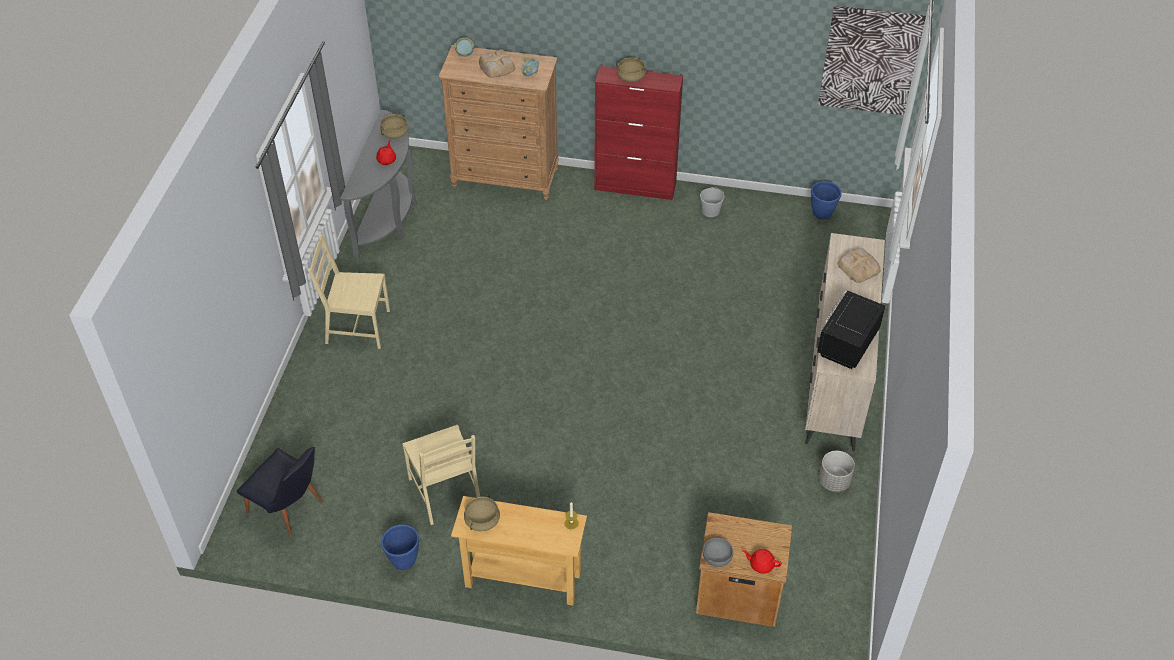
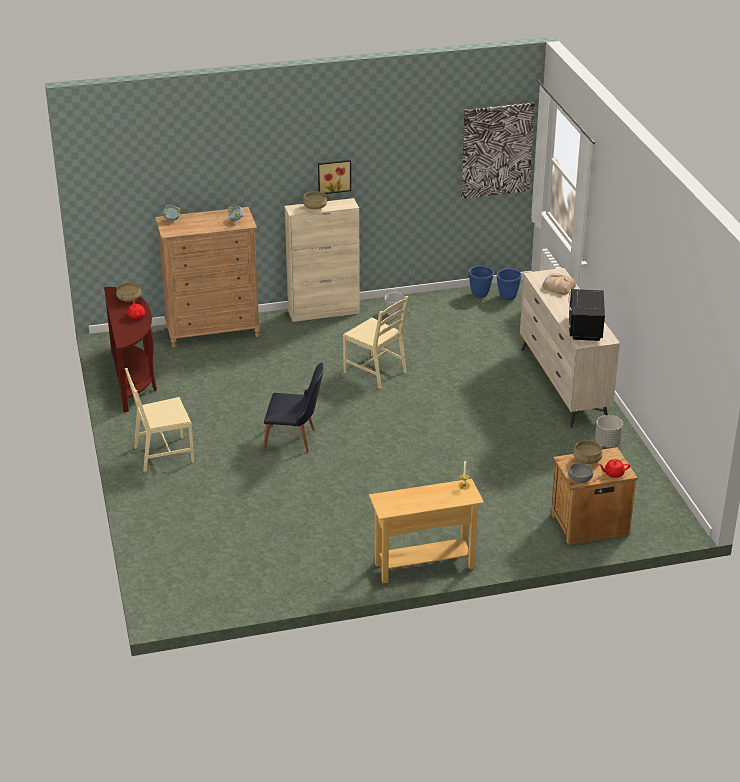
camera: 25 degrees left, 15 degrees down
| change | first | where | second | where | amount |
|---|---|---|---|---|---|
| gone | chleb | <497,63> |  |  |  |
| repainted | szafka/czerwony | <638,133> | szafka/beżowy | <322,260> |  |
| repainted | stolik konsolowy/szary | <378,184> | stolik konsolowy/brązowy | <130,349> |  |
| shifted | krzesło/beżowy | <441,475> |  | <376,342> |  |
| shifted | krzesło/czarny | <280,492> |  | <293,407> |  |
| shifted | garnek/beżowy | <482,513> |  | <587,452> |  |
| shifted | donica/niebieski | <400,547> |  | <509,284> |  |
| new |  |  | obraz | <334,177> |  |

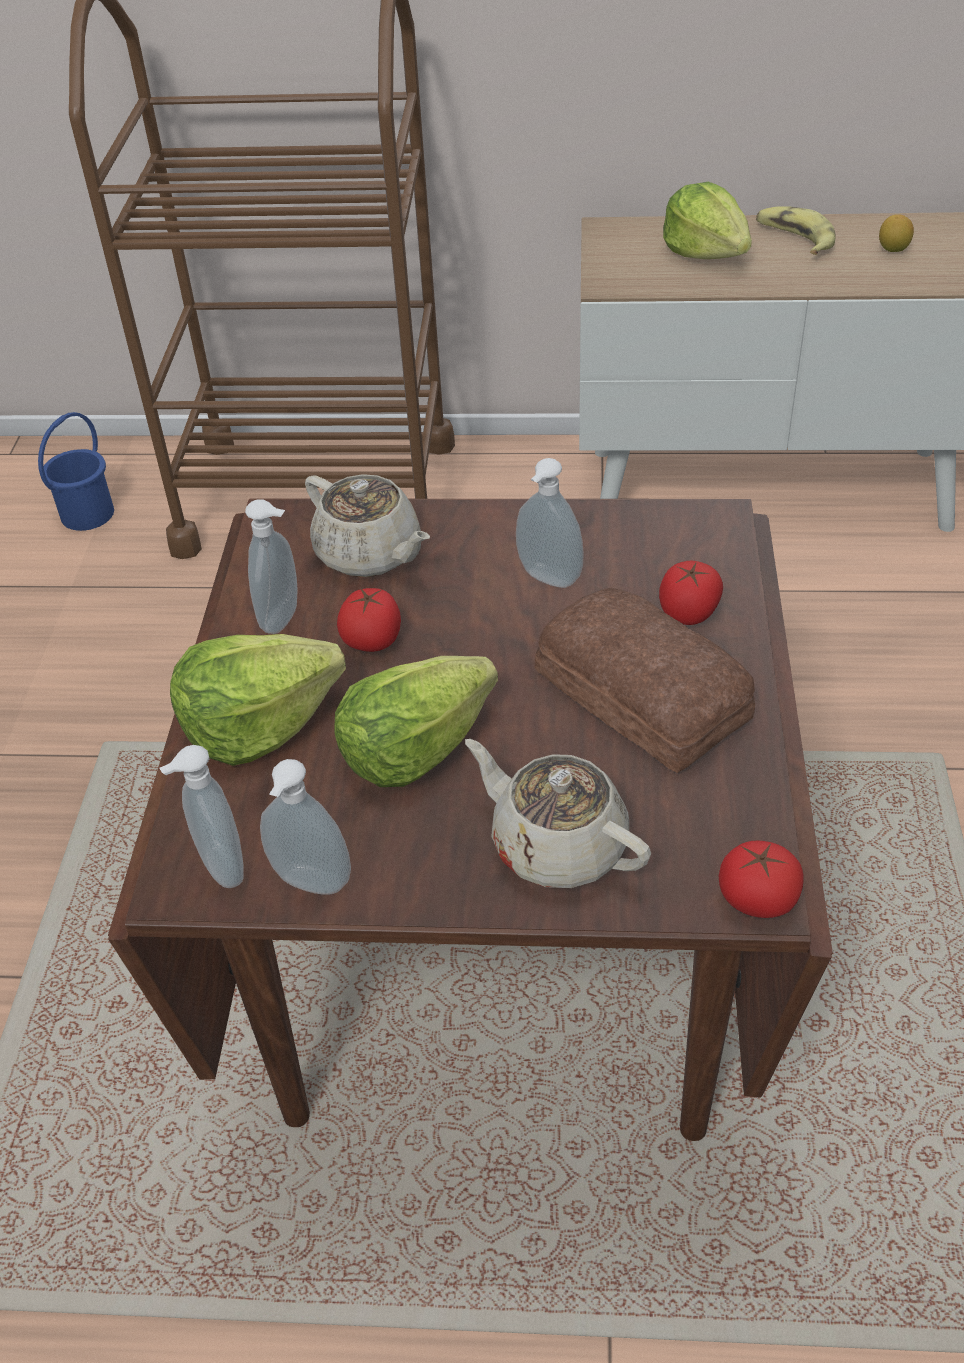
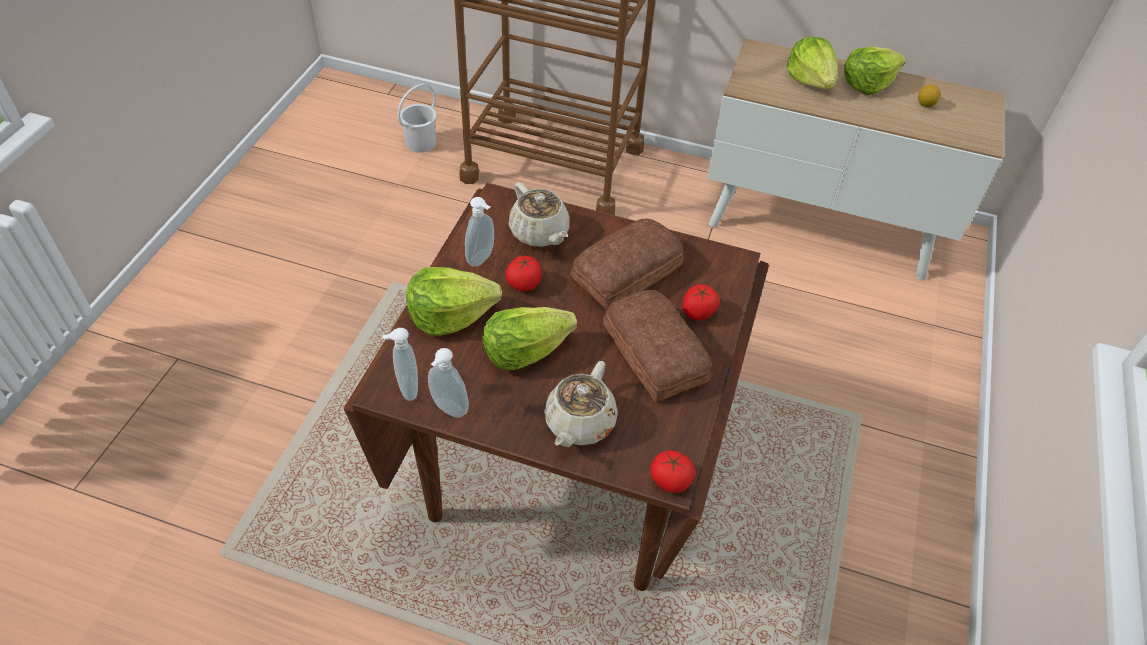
camera: 10 degrees right, 5 degrees up
| change | first | where | second | where | amount |
|---|---|---|---|---|---|
| swapped | banan | <796,230> | sałata | <875,71> |  |
| repainted | wiadro/niebieski | <76,471> | wiadro/biały | <417,118> |  |
| swapped | dozownik mydła | <550,523> | chleb | <627,264> |  |
| rotated | imbryk/beżowy | <558,813> |  | <581,404> | 120 degrees counterclockwise |

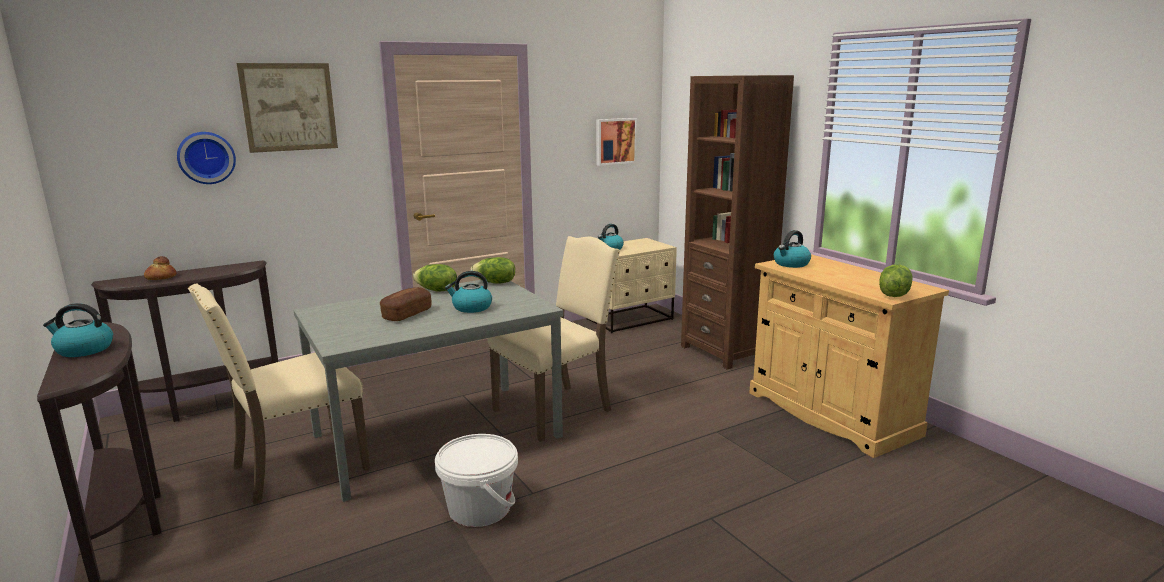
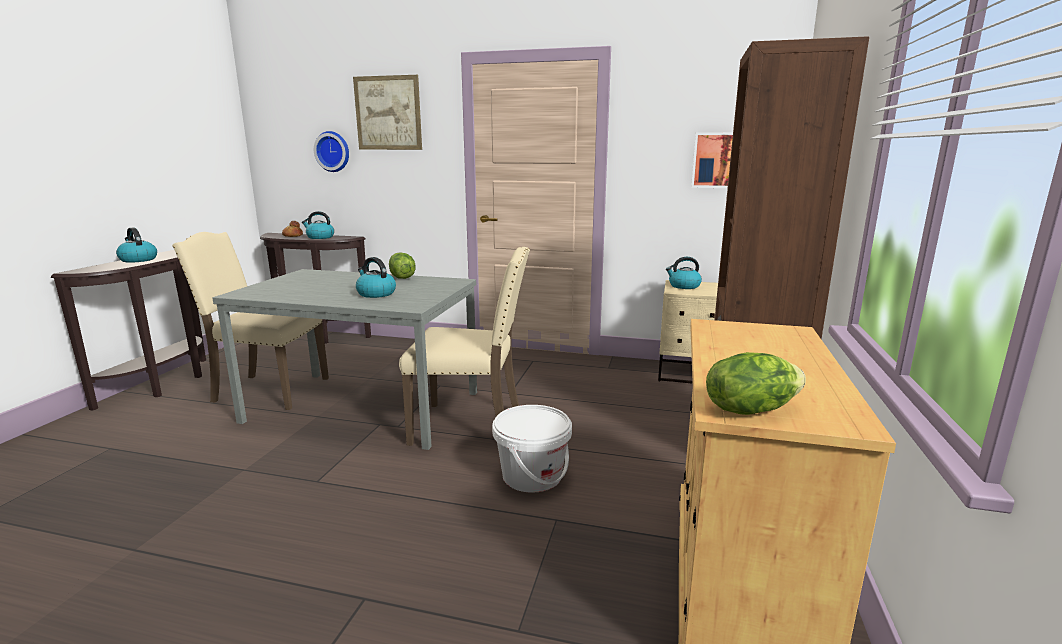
camera: 45 degrees right, 0 degrees up
| change | first | where | second | where | amount |
|---|---|---|---|---|---|
| shifted | czajnik | <792,249> |  | <318,225> |  |
| gone | sałata | <493,270> |  |  |  |
| gone | chleb | <406,304> |  |  |  |
| shifted | wiadro/biały | <476,480> |  | <532,449> |  |

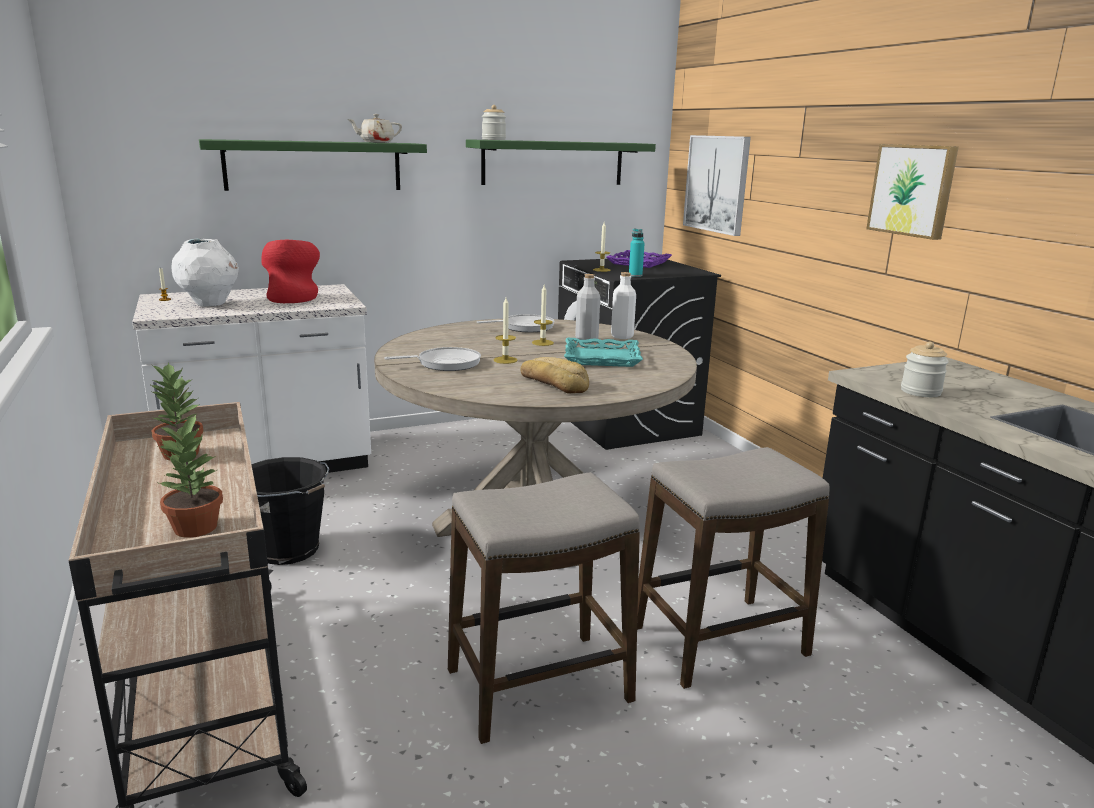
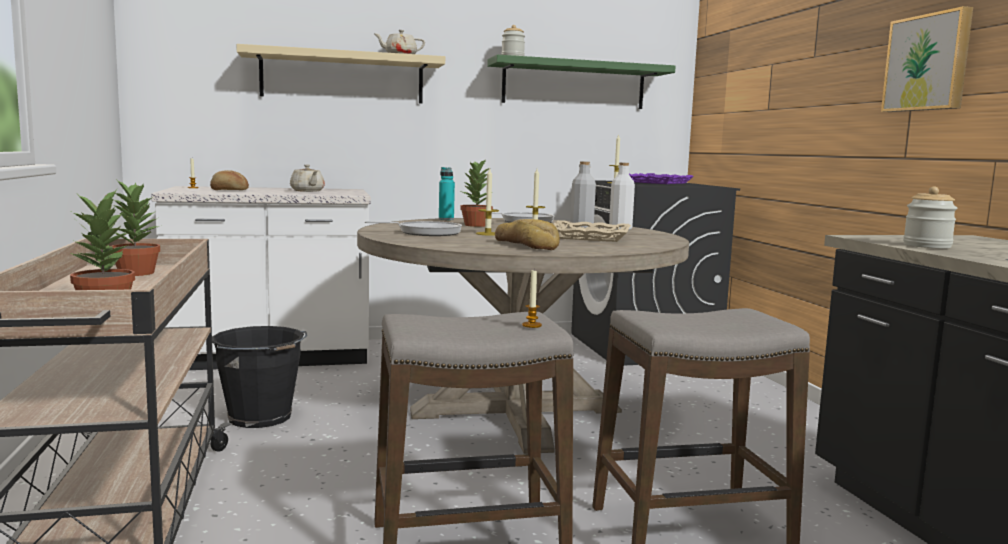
camera: 10 degrees right, 10 degrees down
| change | first | where | second | where | amount |
|---|---|---|---|---|---|
| gone | obraz | <717,185> |  |  |  |
| repainted | półka/zielony | <313,165> | półka/beżowy | <340,73> |  |
| shifted | butelka/turkusowy | <637,252> |  | <447,193> |  |
| swapped | wazon/biały | <205,272> | chleb | <229,180> |  |
| swapped | wazon/czerwony | <290,271> | imbryk/beżowy | <307,178> |  |
| repainted | taca/turkusowy | <603,352> | taca/beżowy | <592,231> |  |
| new |  |  | roślina doniczkowa | <476,193> |  |
| new |  |  | świeca | <532,299> |  |

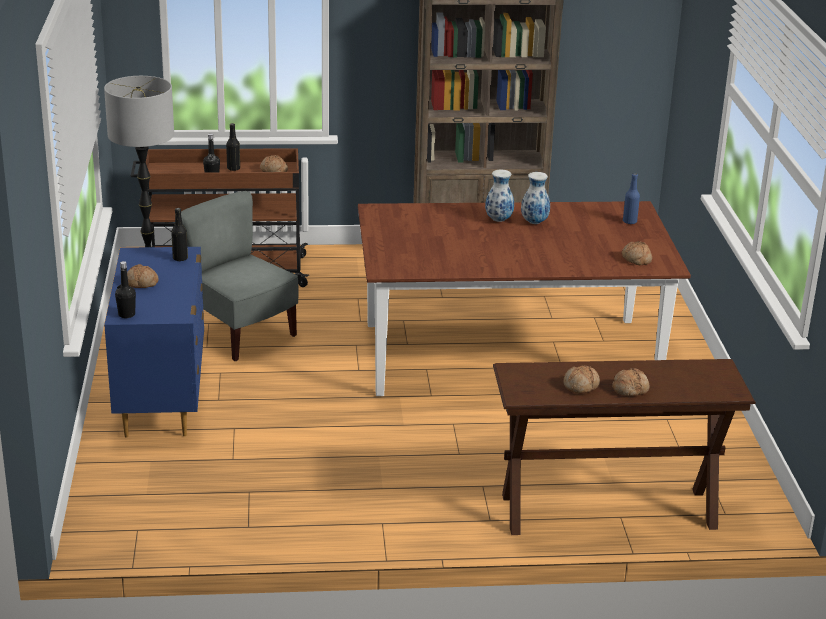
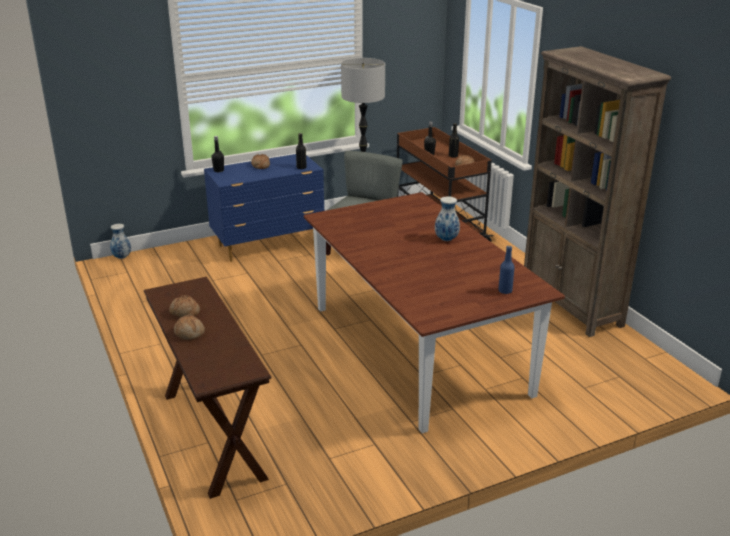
camera: 70 degrees right, 0 degrees up
| change | first | where | second | where | amount |
|---|---|---|---|---|---|
| shifted | wazon | <535,198> |  | <120,241> |  |
| gone | chleb | <637,253> |  |  |  |

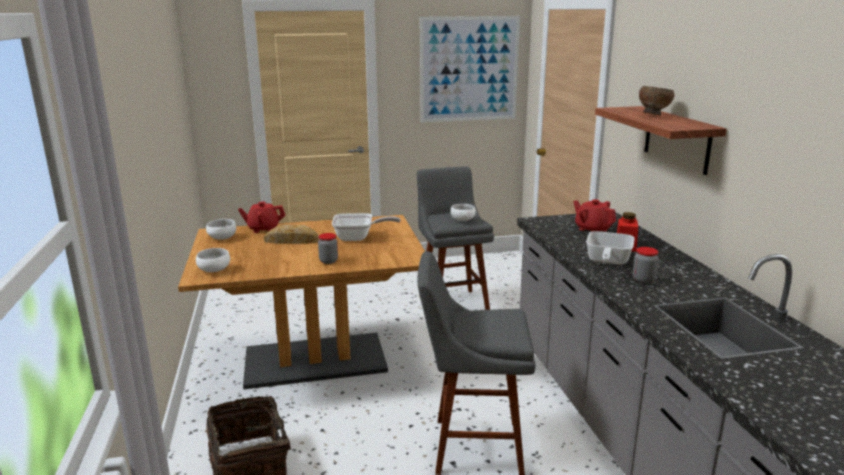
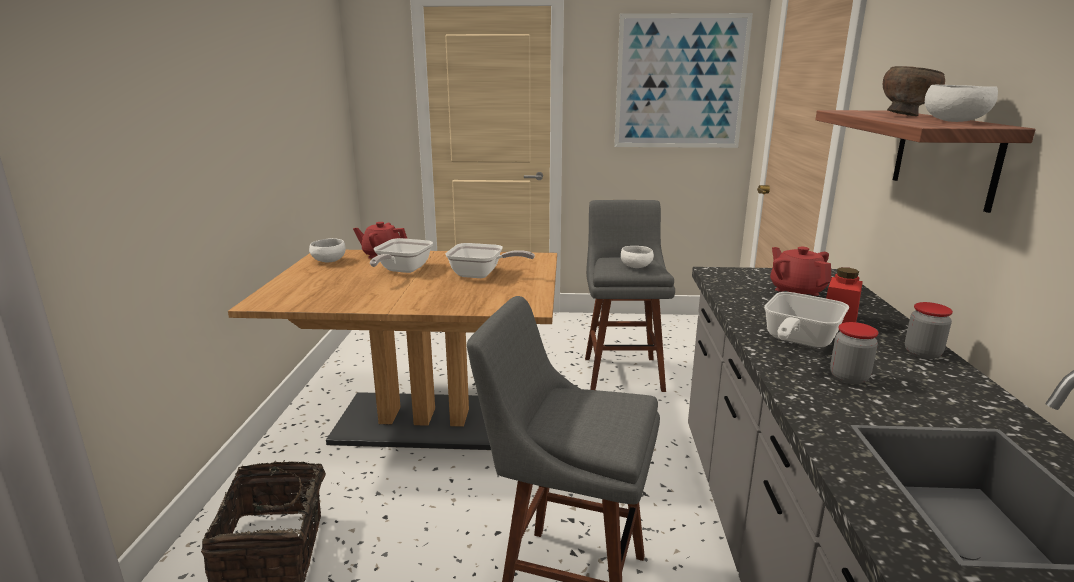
camera: 15 degrees right, 0 degrees up
| change | first | where | second | where | amount |
|---|---|---|---|---|---|
| swapped | chleb | <291,234> | patelnia | <401,255> |  |
| shifted | słoik | <328,248> |  | <929,330> |  |
| shifted | miska/biały | <213,260> |  | <961,103> |  |

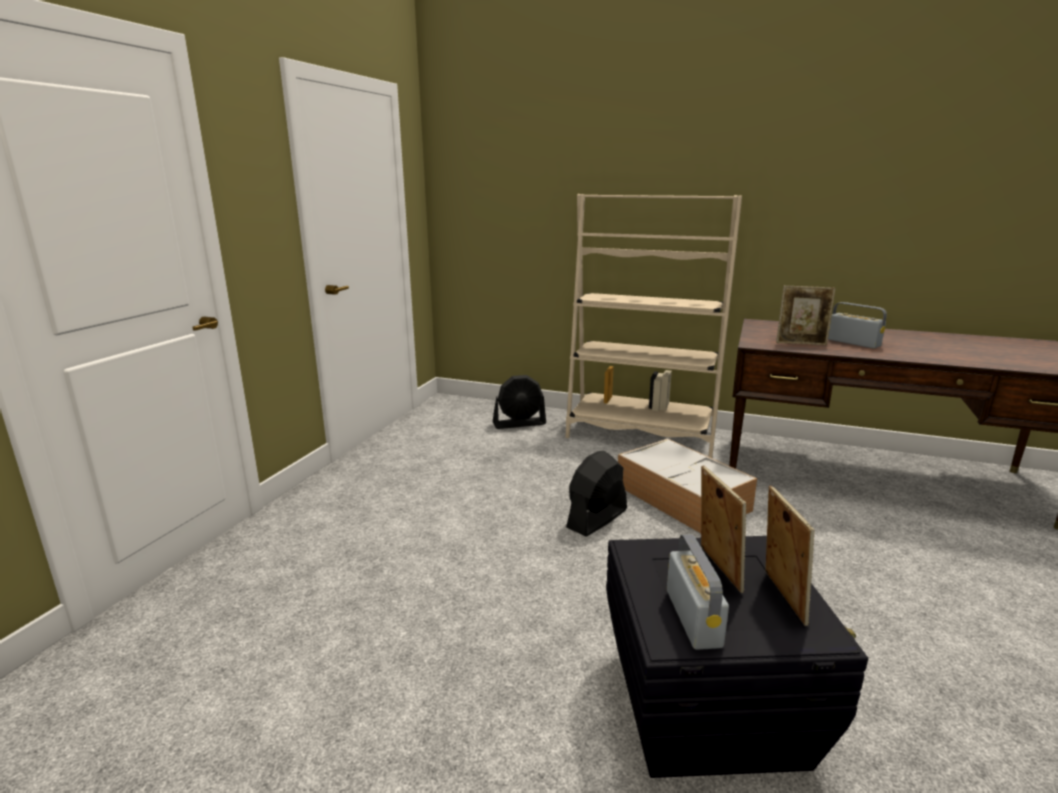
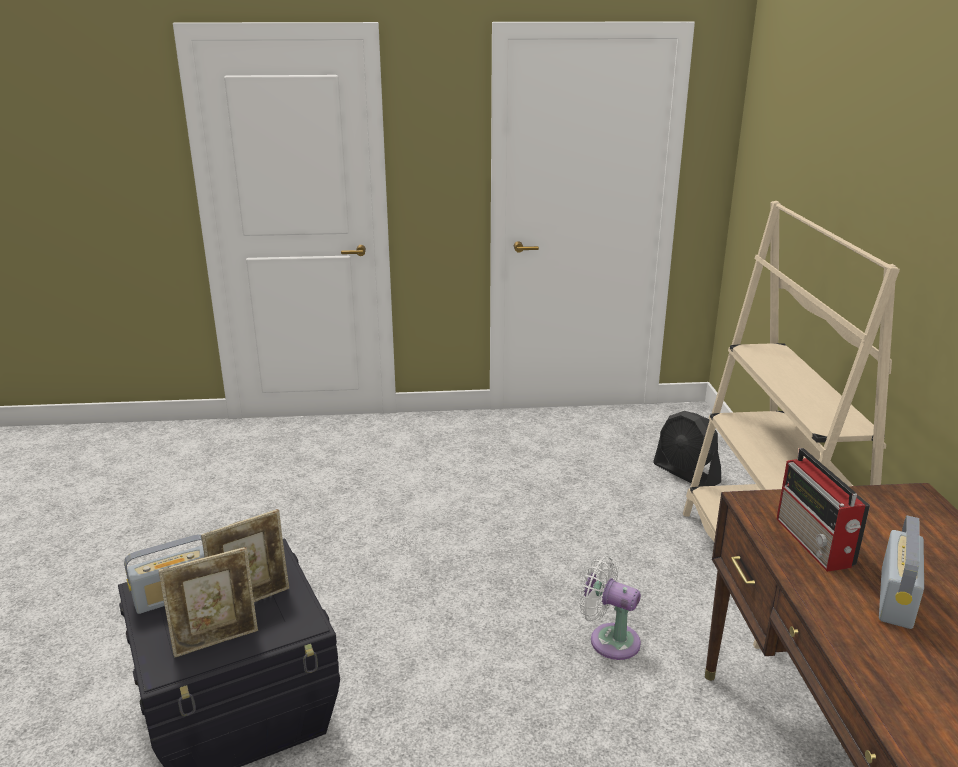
camera: 65 degrees right, 5 degrees up
| change | first | where | second | where | amount |
|---|---|---|---|---|---|
| swapped | ramka na zdjęcie | <806,315> | radio | <823,510> |  |
| swapped | pojemnik do przechowywania | <687,485> | wentylator/biały | <610,607> |  |
| gone | wentylator/czarny | <596,493> |  |  |  |

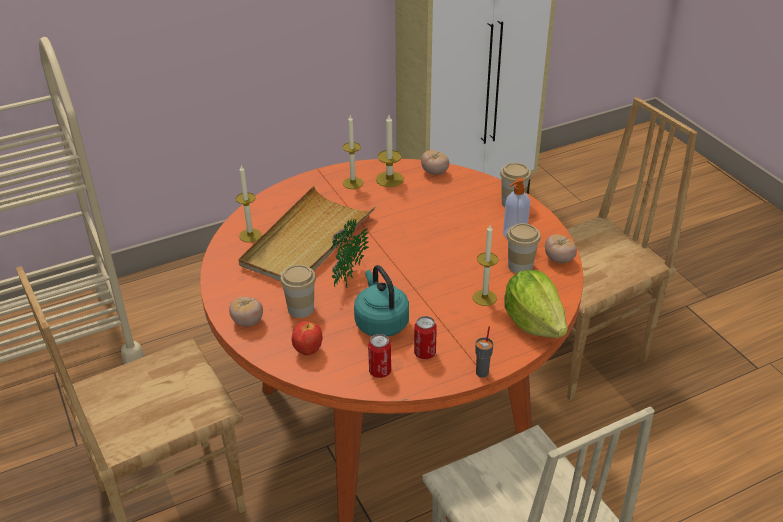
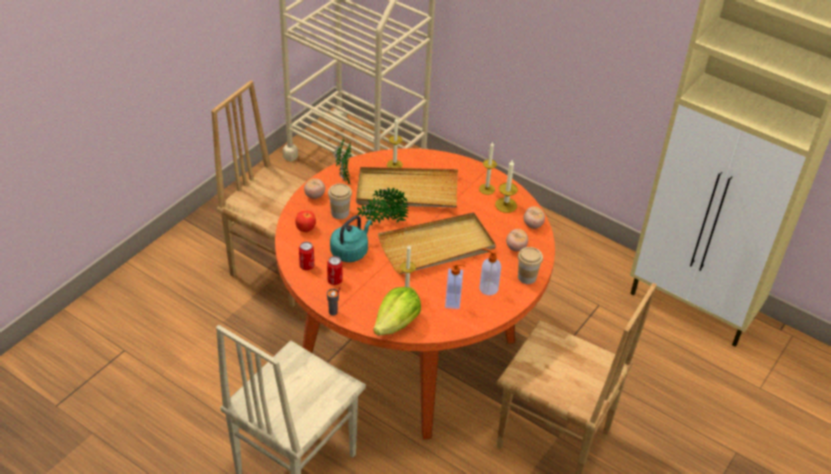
camera: 60 degrees right, 5 degrees up
| change | first | where | second | where | amount |
|---|---|---|---|---|---|
| swapped | filiżanka | <524,248> | dozownik mydła | <455,285> |  |
| shifted | pomidor | <561,248> |  | <517,240> |  |
| new |  |  | roślina doniczkowa | <342,161> |  |
| new |  |  | taca/beżowy | <437,243> |  |

